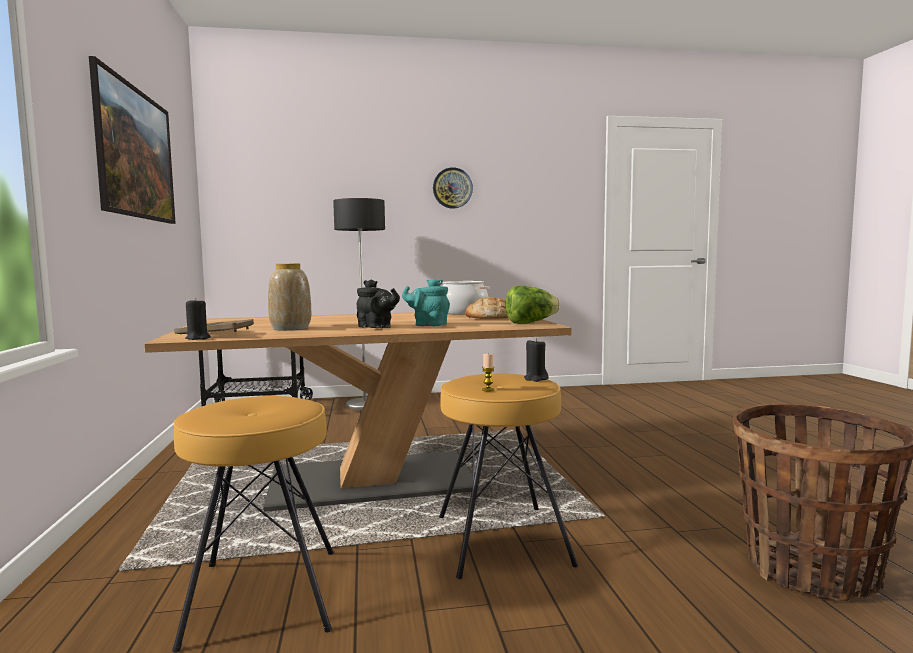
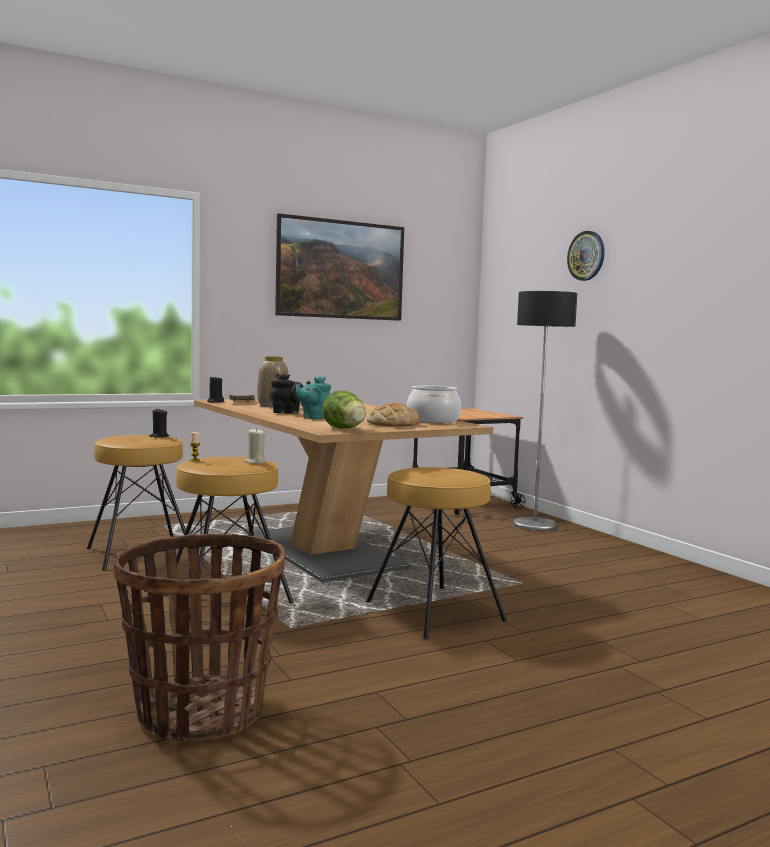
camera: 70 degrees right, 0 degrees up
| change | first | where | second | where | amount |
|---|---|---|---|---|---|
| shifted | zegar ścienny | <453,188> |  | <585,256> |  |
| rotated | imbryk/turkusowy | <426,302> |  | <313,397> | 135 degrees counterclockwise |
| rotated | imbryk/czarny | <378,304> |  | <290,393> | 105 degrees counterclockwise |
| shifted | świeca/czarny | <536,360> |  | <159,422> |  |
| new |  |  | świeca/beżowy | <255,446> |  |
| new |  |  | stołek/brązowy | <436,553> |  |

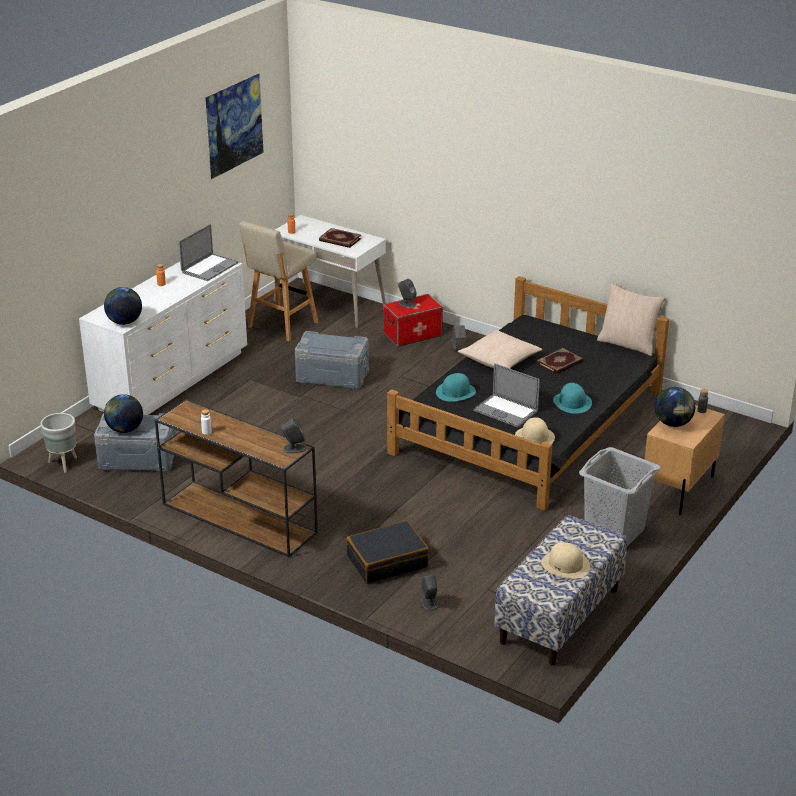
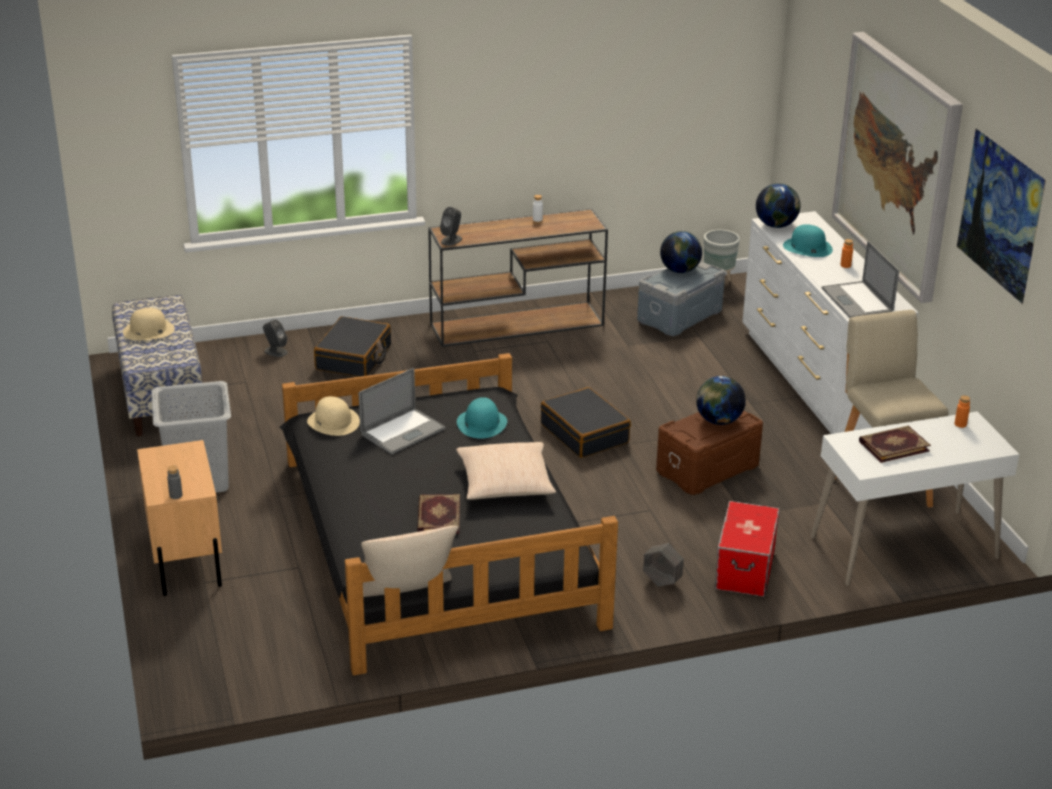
camera: 130 degrees right, 0 degrees up
| change | first | where | second | where | amount |
|---|---|---|---|---|---|
| gone | głośnik/szary | <407,293> |  |  |  |
| repainted | pojemnik do przechowywania/szary | <332,360> | pojemnik do przechowywania/brązowy | <709,452> |  |
| rotated | laptop | <506,395> |  | <402,411> | 150 degrees clockwise |
| shifted | kapelusz/turkusowy | <572,398> |  | <808,240> |  |
| shifted | globus | <675,407> |  | <721,400> |  |
| new |  |  | obraz | <897,167> |  |
| new |  |  | walizka/czarny | <586,422> |  |

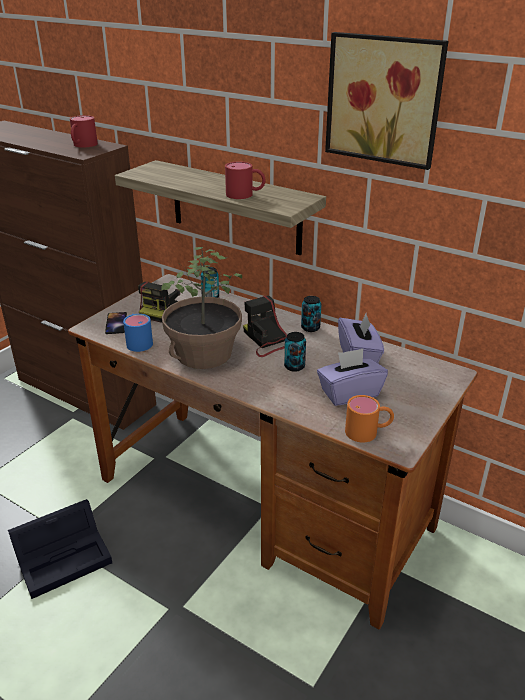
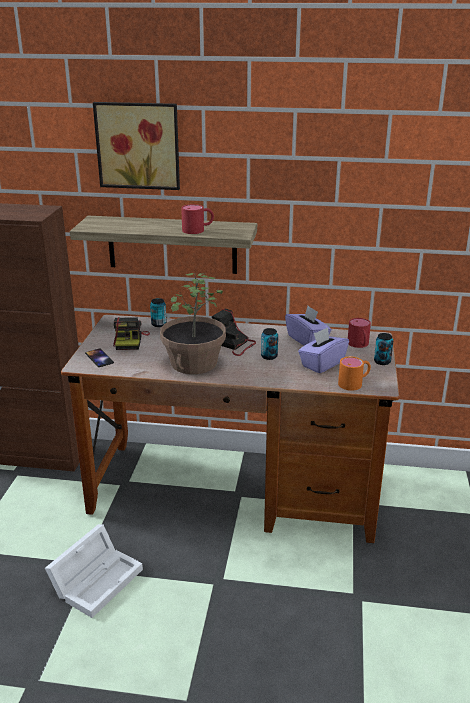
camera: 25 degrees left, 5 degrees down
| change | first | where | second | where | amount |
|---|---|---|---|---|---|
| shifted | obraz | <386,101> |  | <136,146> |  |
| shifted | kubek/czerwony | <84,131> |  | <359,333> |  |
| shifted | puszka | <311,314> |  | <383,349> |  |
| gone | kubek/niebieski | <138,333> |  |  |  |
| repainted | pojemnik do przechowywania/czarny | <60,549> | pojemnik do przechowywania/biały | <94,571> |  |

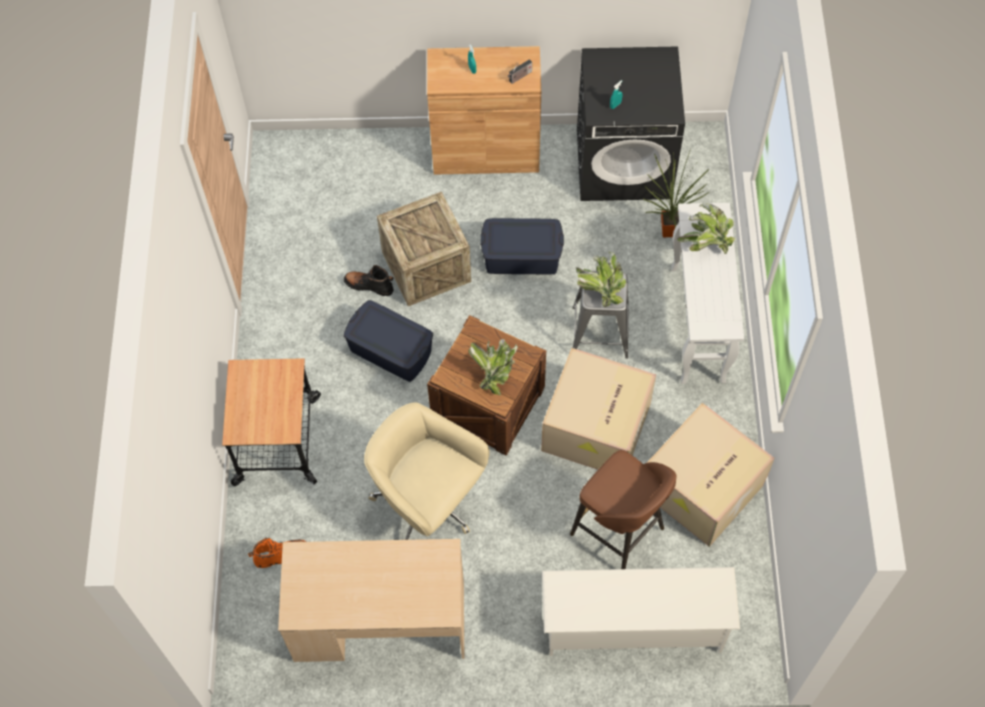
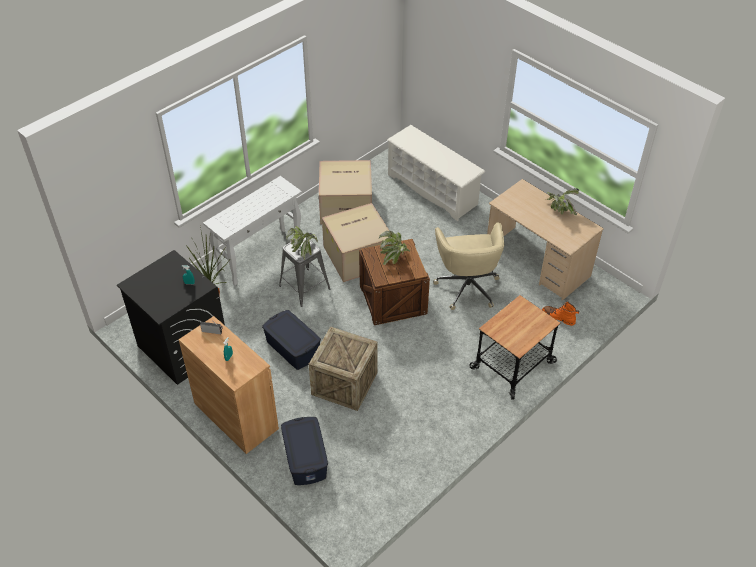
camera: 135 degrees left, 15 degrees down
| change | first | where | second | where | amount |
|---|---|---|---|---|---|
| shifted | roślina doniczkowa | <706,228> |  | <562,201> |  |
| gone | but z cholewką/czarny | <369,280> |  |  |  |
| shifted | pojemnik do przechowywania/niebieski | <388,341> |  | <304,451> |  |
| gone | stołek/brązowy | <623,509> |  |  |  |

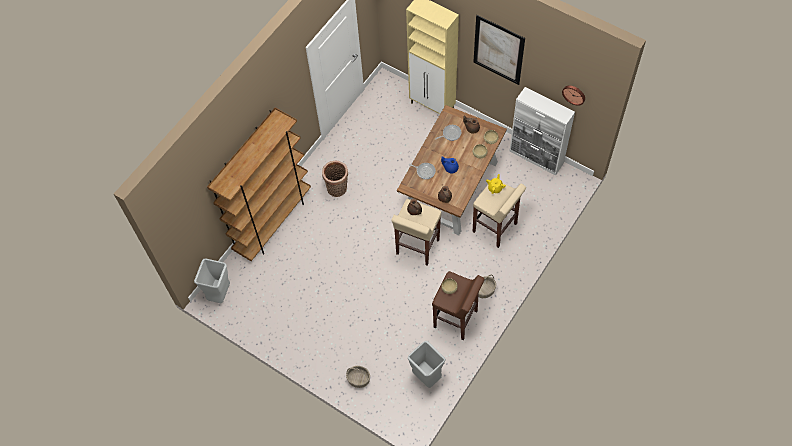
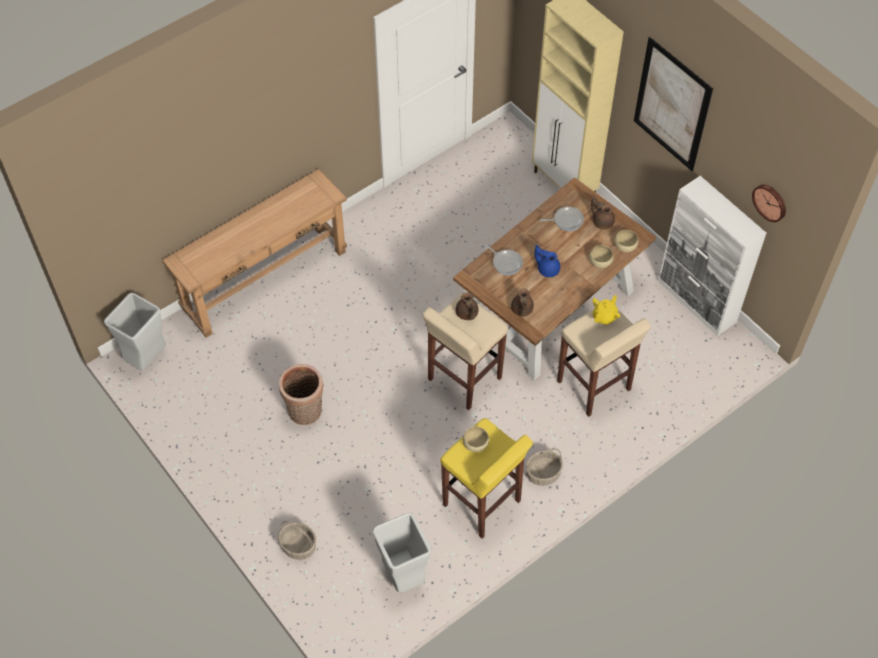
camera: 15 degrees right, 5 degrees down
| change | first | where | second | where | amount |
|---|---|---|---|---|---|
| swapped | regał/brązowy | <259,184> | stolik konsolowy/brązowy | <254,253> |  |
| shifted | koszyk | <335,179> |  | <301,394> |  |
| repainted | stołek/brązowy | <458,305> | stołek/żółty | <486,478> |  |

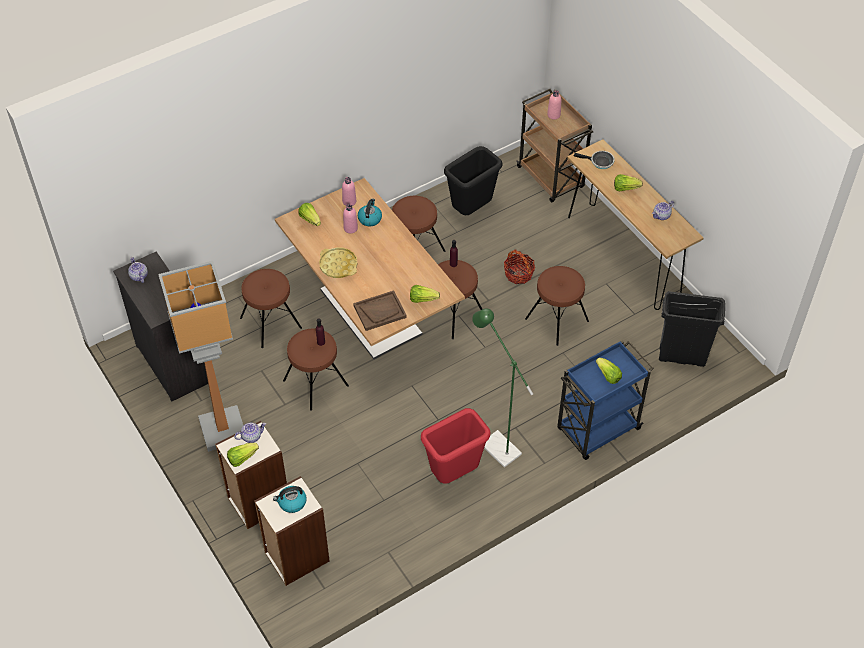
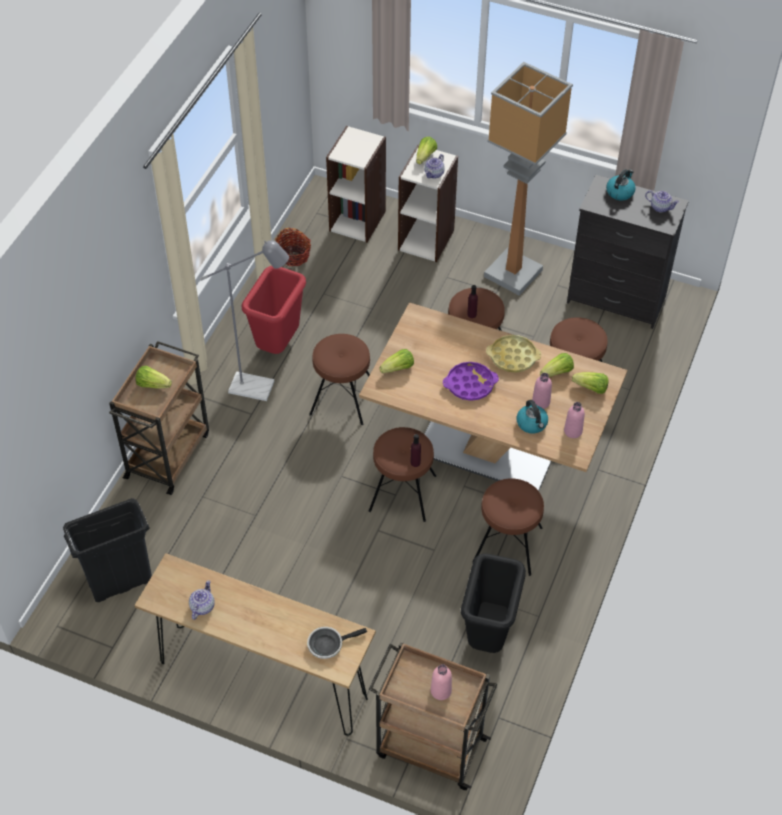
camera: 145 degrees right, 0 degrees up
| change | first | where | second | where | amount |
|---|---|---|---|---|---|
| shifted | sałata | <628,182> |  | <557,365> |  |
| shifted | koszyk | <519,266> |  | <293,247> |  |
| shifted | stołek/brązowy | <557,306> |  | <339,379> |  |
| gone | taca/brązowy | <380,310> |  |  |  |
| repainted | lampa stojąca/zielony | <502,388> | lampa stojąca/szary | <244,320> |  |
| repainted | wózek/niebieski | <605,400> | wózek/brązowy | <159,418> |  |
| shifted | czajnik | <290,499> |  | <621,185> |  |
| new |  |  | taca/fioletowy | <471,381> |  |

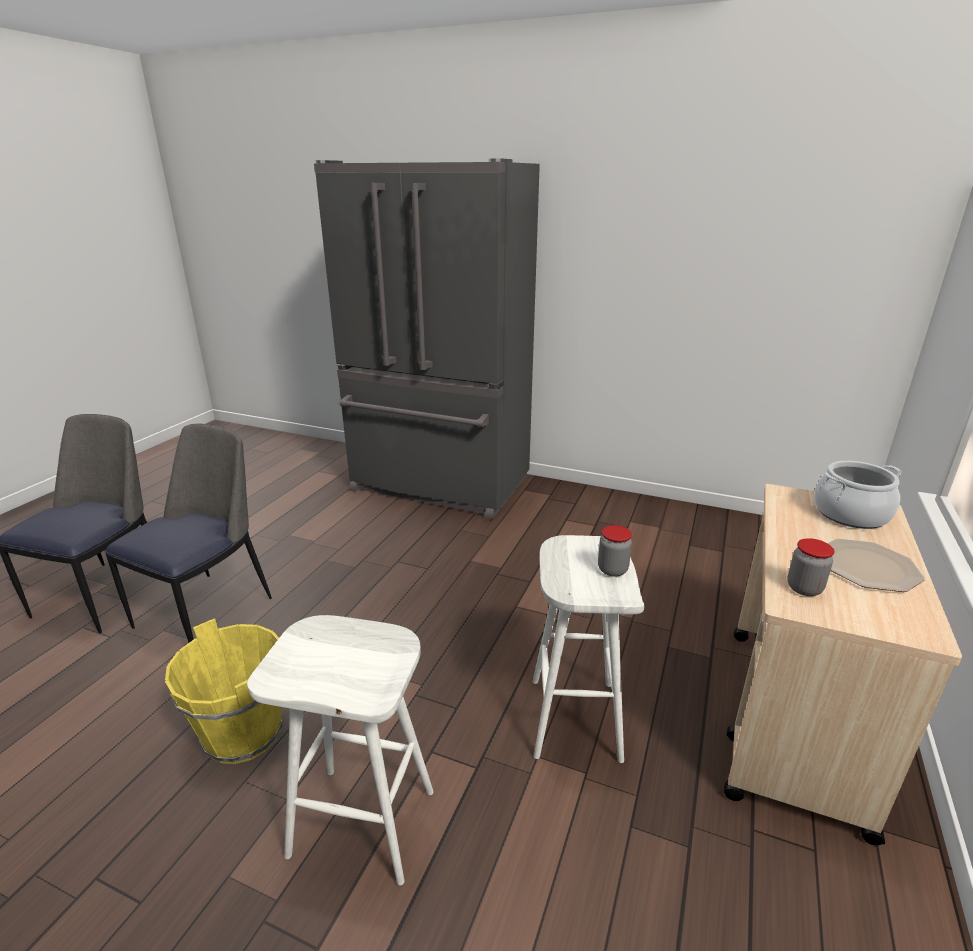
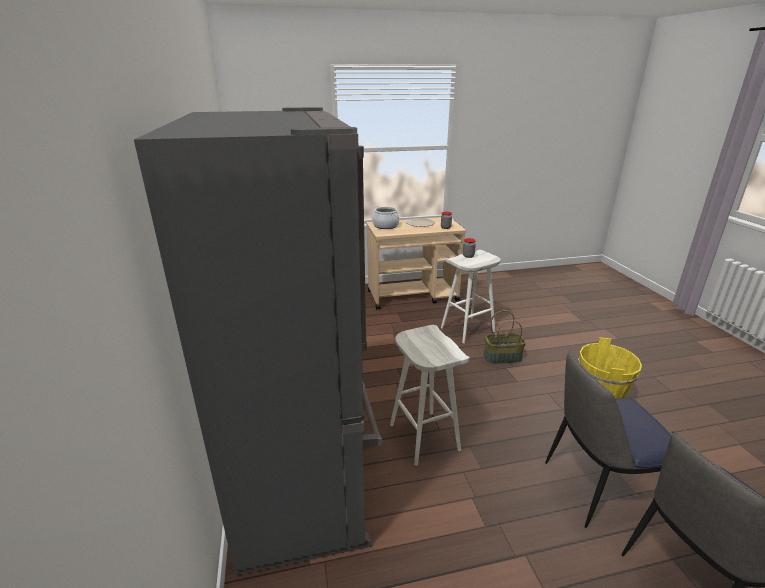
camera: 125 degrees left, 0 degrees up
| change | first | where | second | where | amount |
|---|---|---|---|---|---|
| shifted | stołek/biały | <340,750> |  | <430,395> |  |
| new |  |  | koszyk | <505,337> |  |

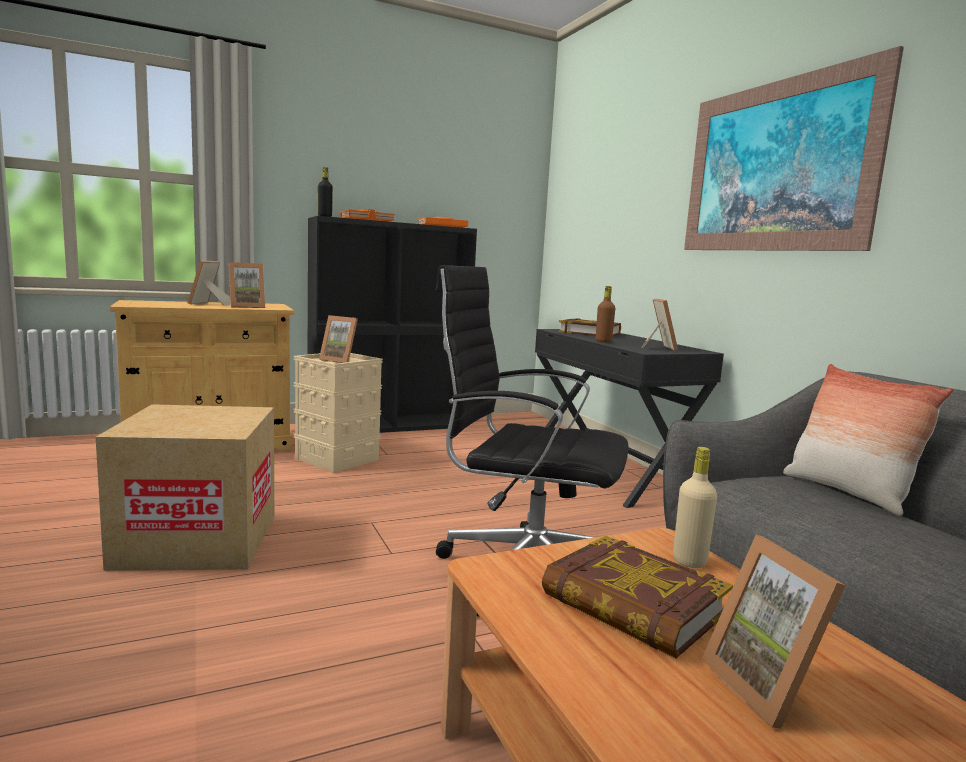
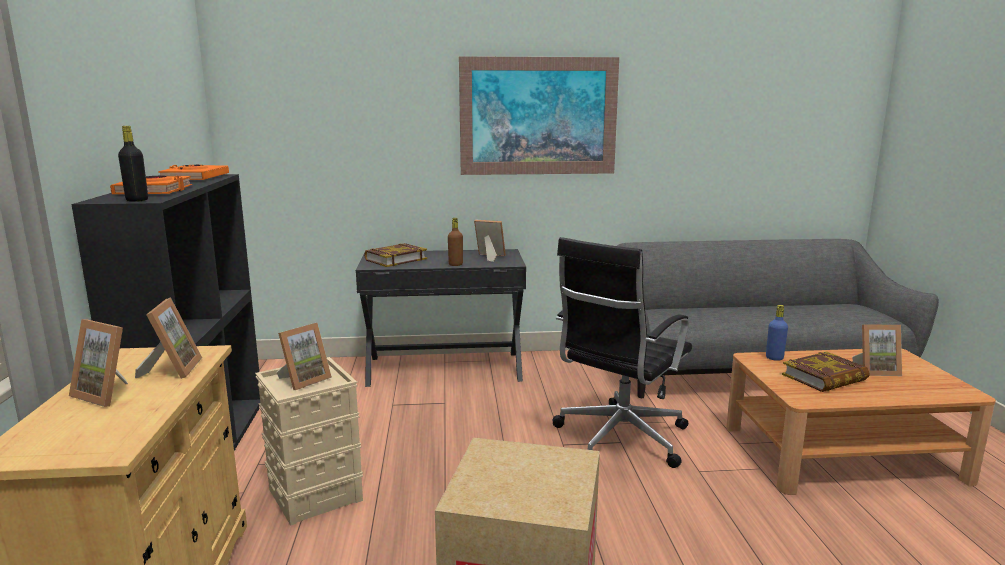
camera: 70 degrees left, 5 degrees up
| change | first | where | second | where | amount |
|---|---|---|---|---|---|
| gone | poduszka | <868,440> |  |  |  |
| repainted | butelka/beżowy | <695,507> | butelka/niebieski | <777,333> |  |

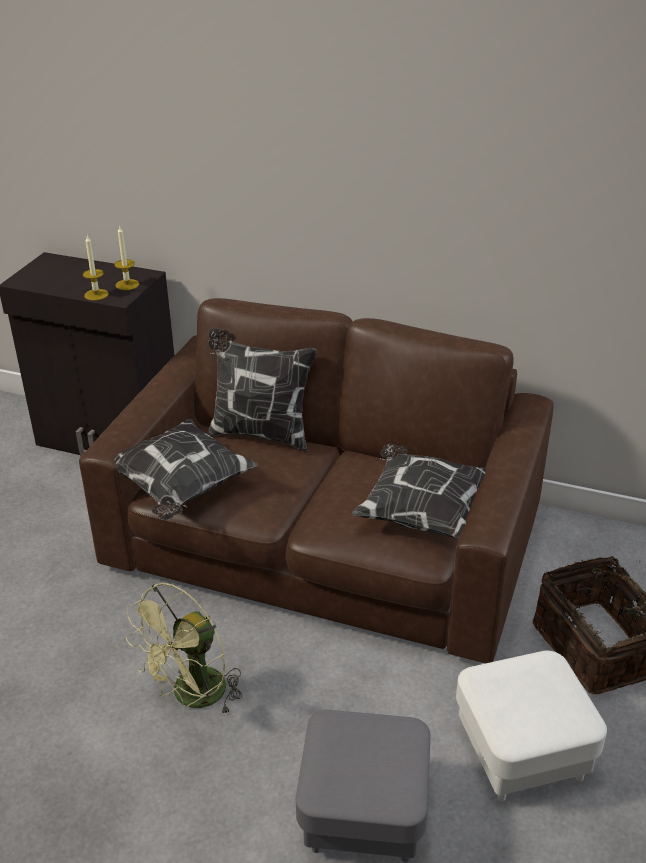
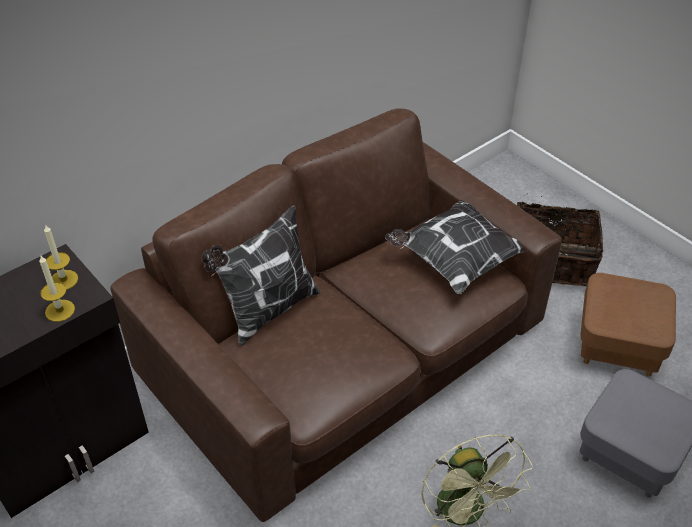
camera: 60 degrees left, 10 degrees up
| change | first | where | second | where | amount |
|---|---|---|---|---|---|
| gone | poduszka | <186,469> |  |  |  |
| repainted | pufa/biały | <531,726> | pufa/brązowy | <628,325> |  |

